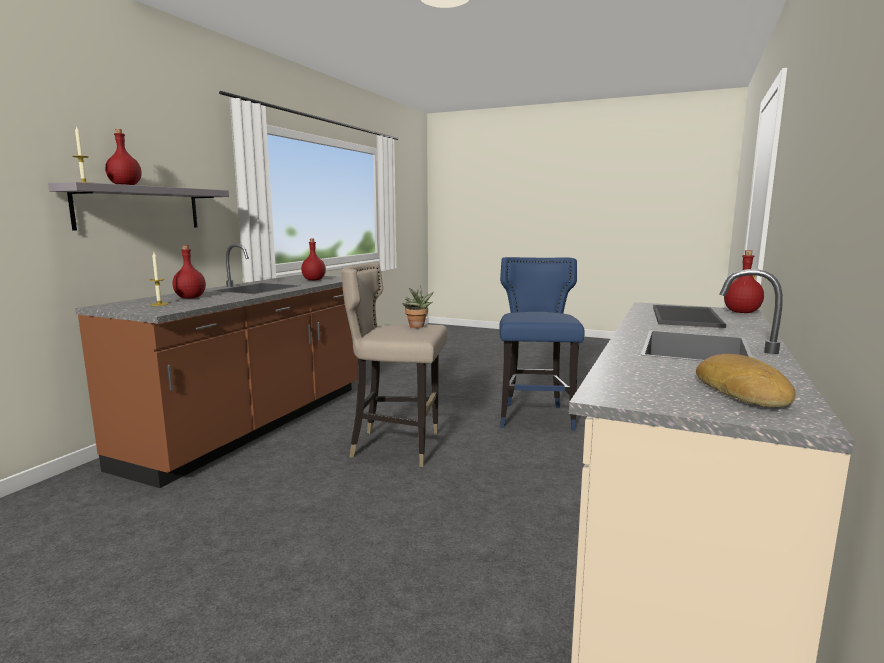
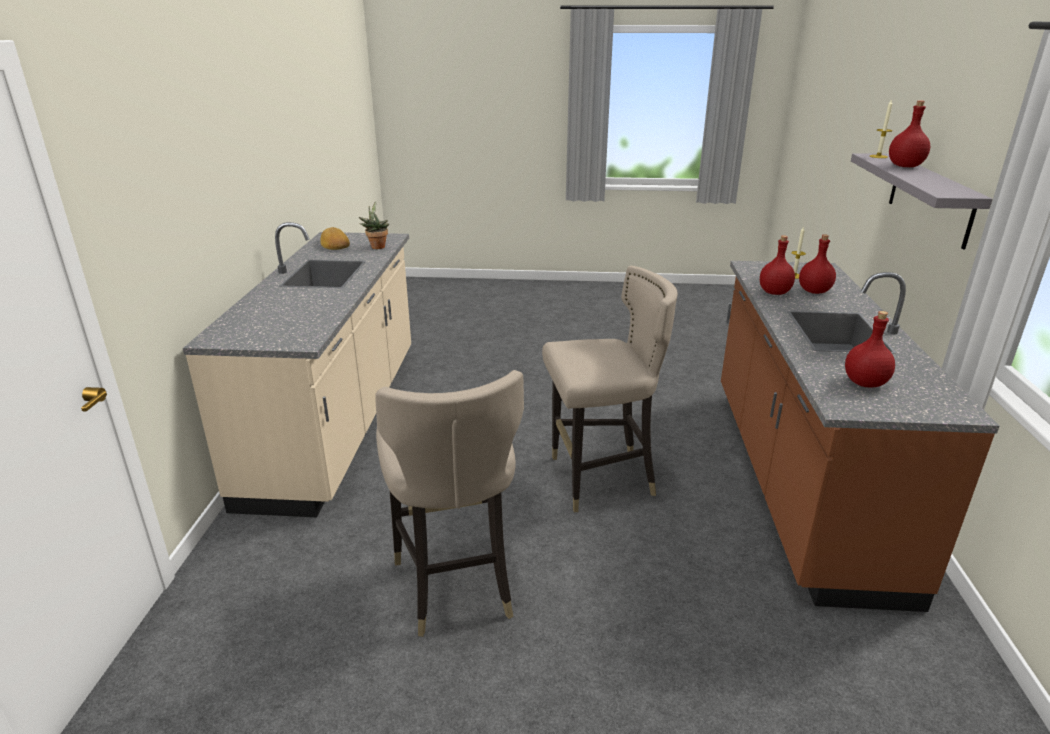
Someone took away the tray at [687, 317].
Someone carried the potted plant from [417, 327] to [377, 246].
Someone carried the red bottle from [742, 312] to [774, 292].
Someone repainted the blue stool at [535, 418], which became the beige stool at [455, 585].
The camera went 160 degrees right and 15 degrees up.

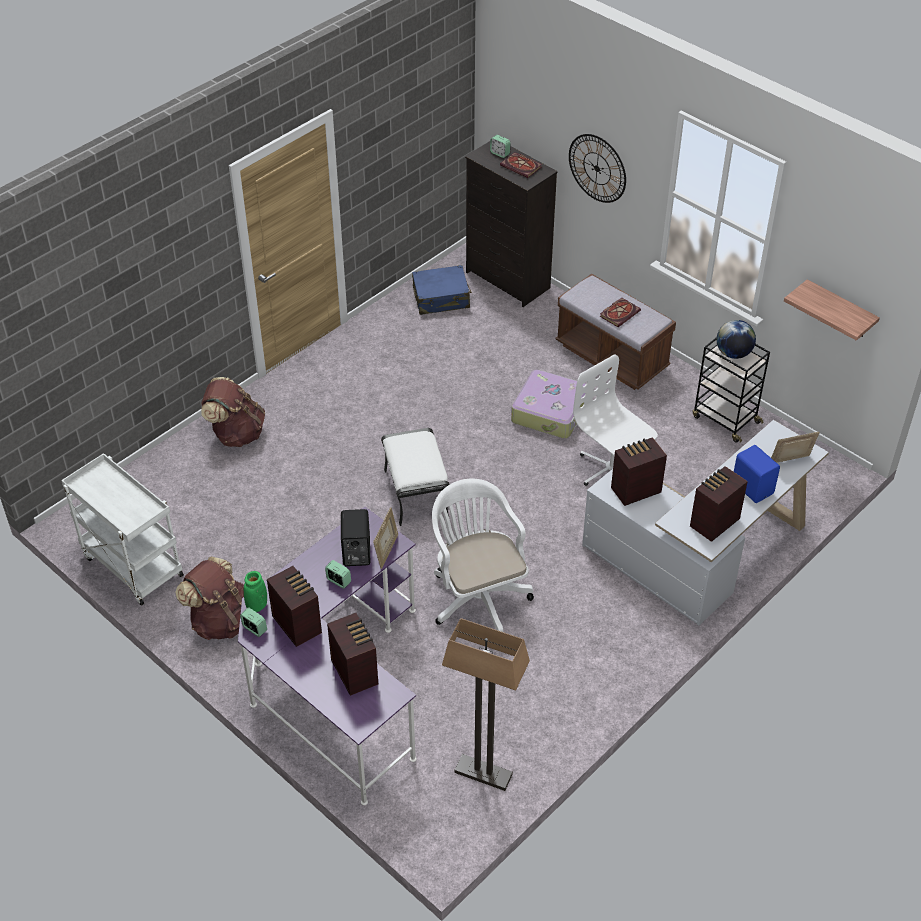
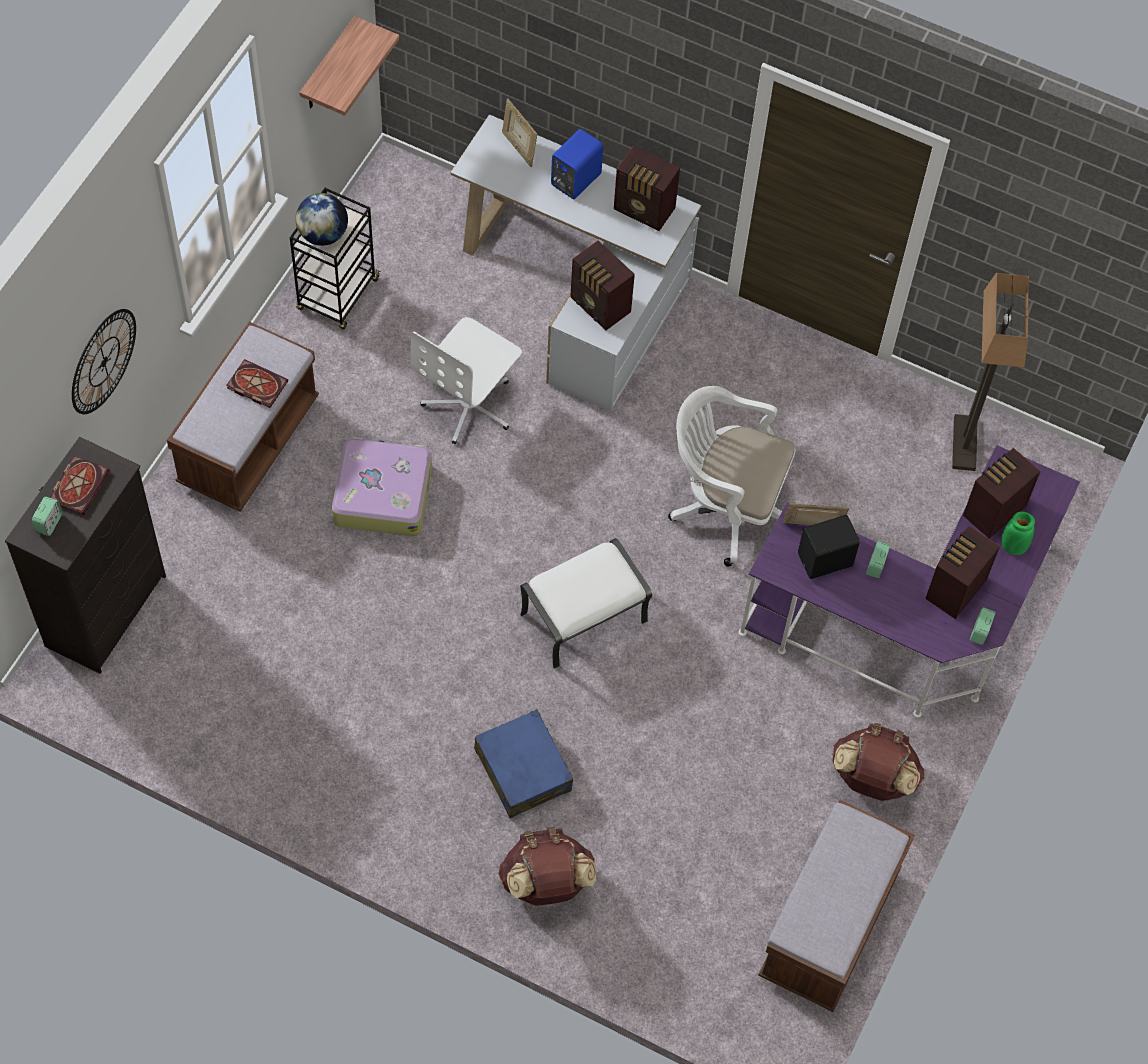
Someone carried the green vase from [257, 605] to [1013, 546].
Someone carried the blue suitcase from [441, 298] to [523, 770].
Someone swapped the white cart at [131, 566] for the brown bench at [829, 924].
Someone rotated the white office chair at [477, 595] by 60 degrees clockwise.
The camera went 110 degrees left and 15 degrees up.

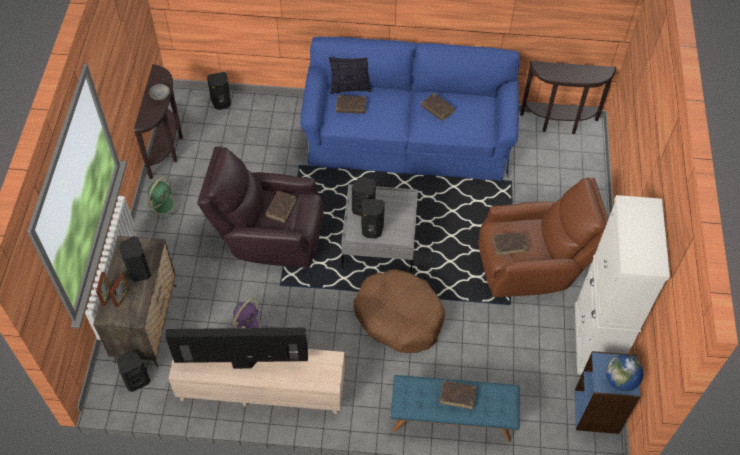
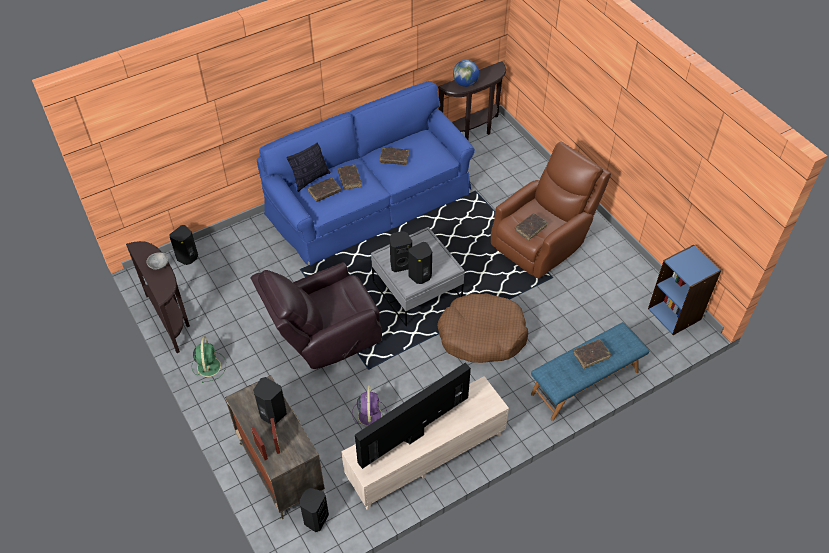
Someone took away the white cabinet at [595, 340].
Someone carried the brown book from [281, 208] to [349, 179].
Someone carried the globe from [620, 380] to [465, 83].
The camera went 35 degrees left and 5 degrees down.

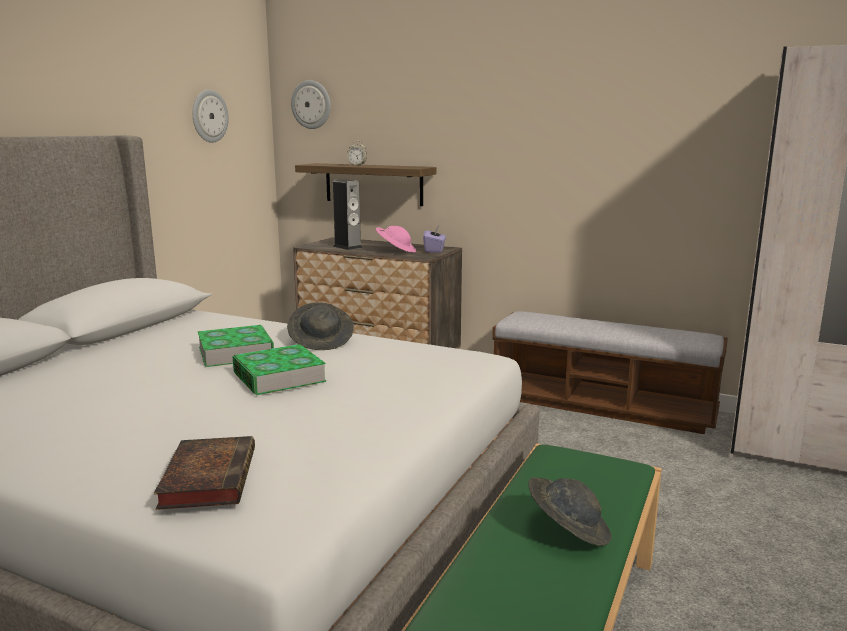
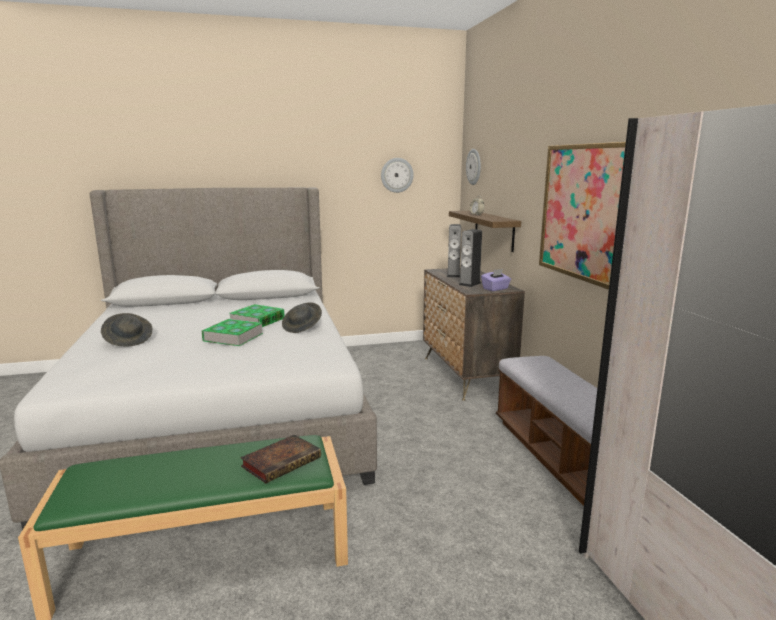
Someone put up the picture at [583, 212].
Someone carried the book from [208, 477] to [282, 461].
Someone carried the grey hat from [567, 530] to [129, 340].
Someone swapped the pink hat at [396, 251] for the speaker at [469, 284].
The camera went 50 degrees right and 0 degrees up.

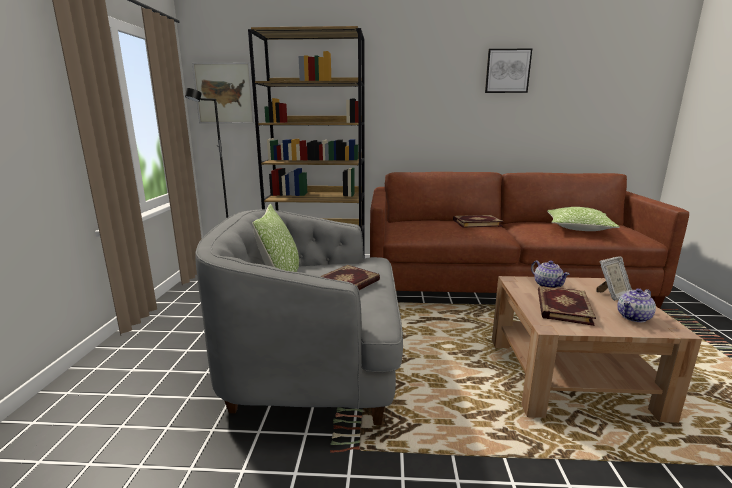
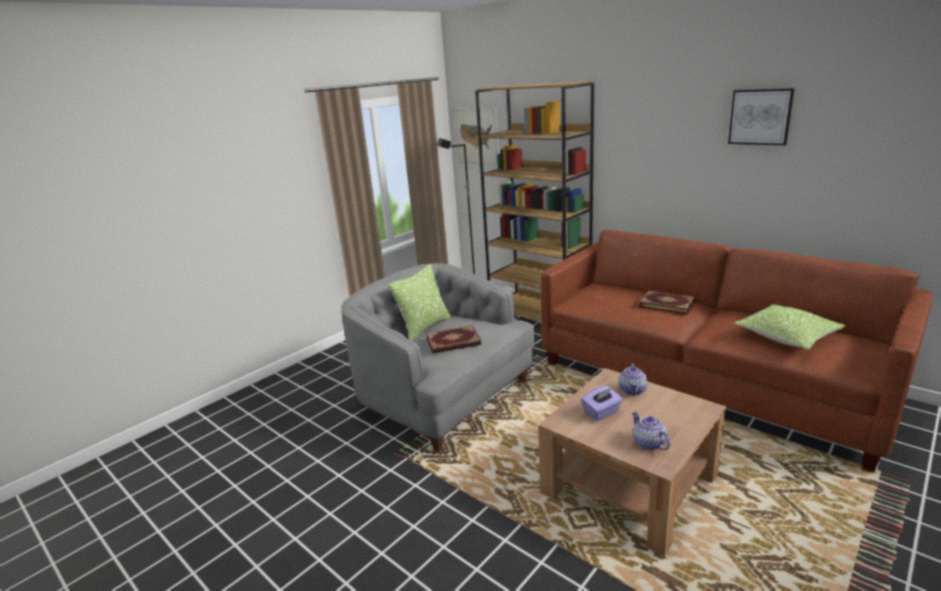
Someone took away the picture frame at [613, 295].
Someone swapped the book at [562, 307] for the purple tissue box at [602, 412].
Someone rotated the teapot at [634, 317] by 60 degrees clockwise.
The camera went 40 degrees right and 5 degrees up.

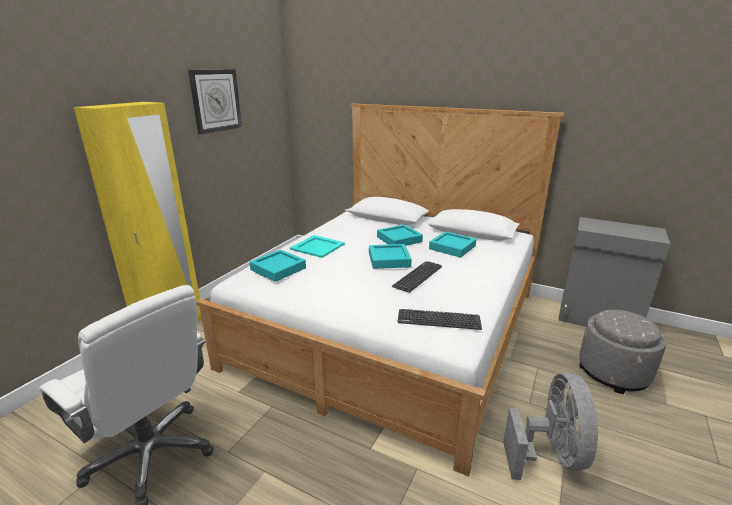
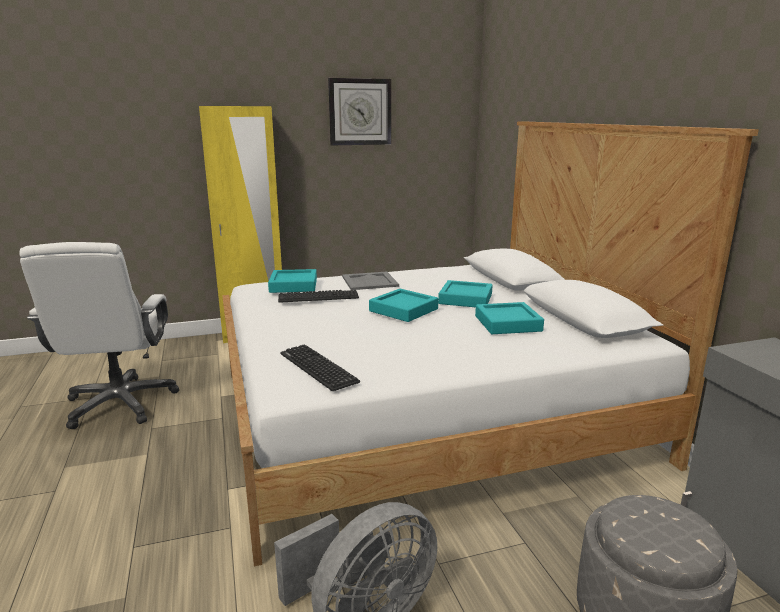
Someone carried the keyboard from [417, 276] to [318, 297].
Someone repainted the turquoise tray at [318, 246], which became the grey tray at [370, 281].
The camera went 45 degrees right and 5 degrees down.

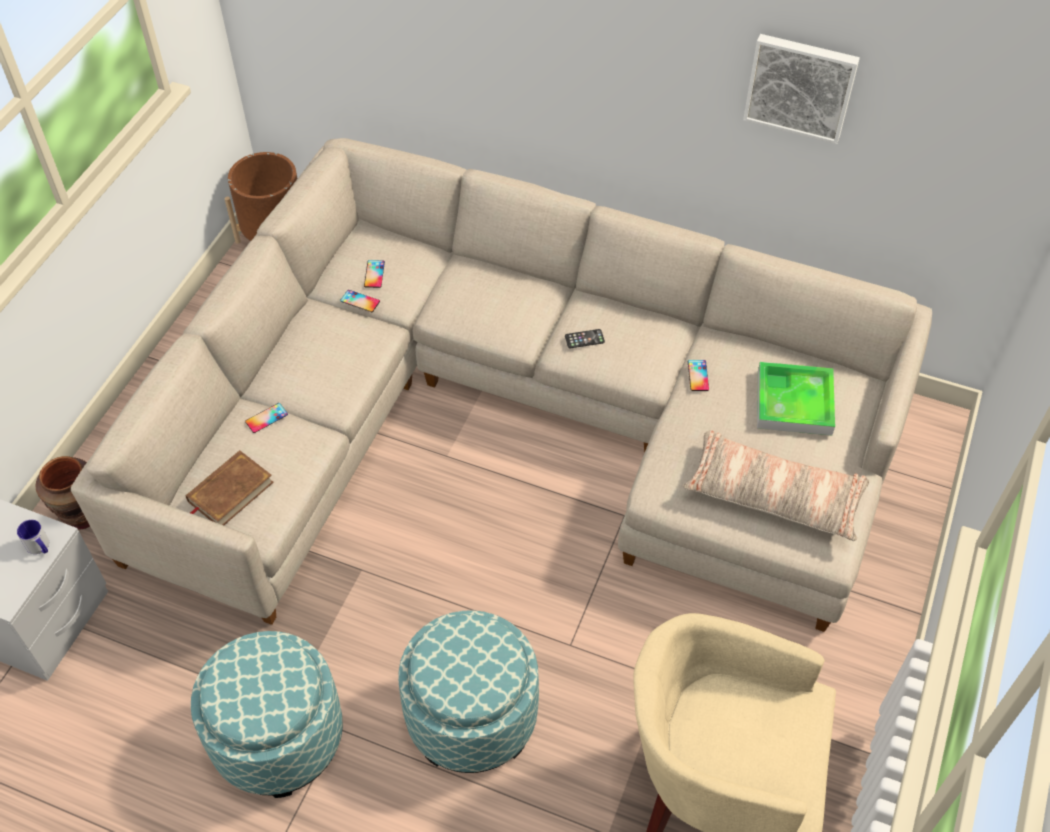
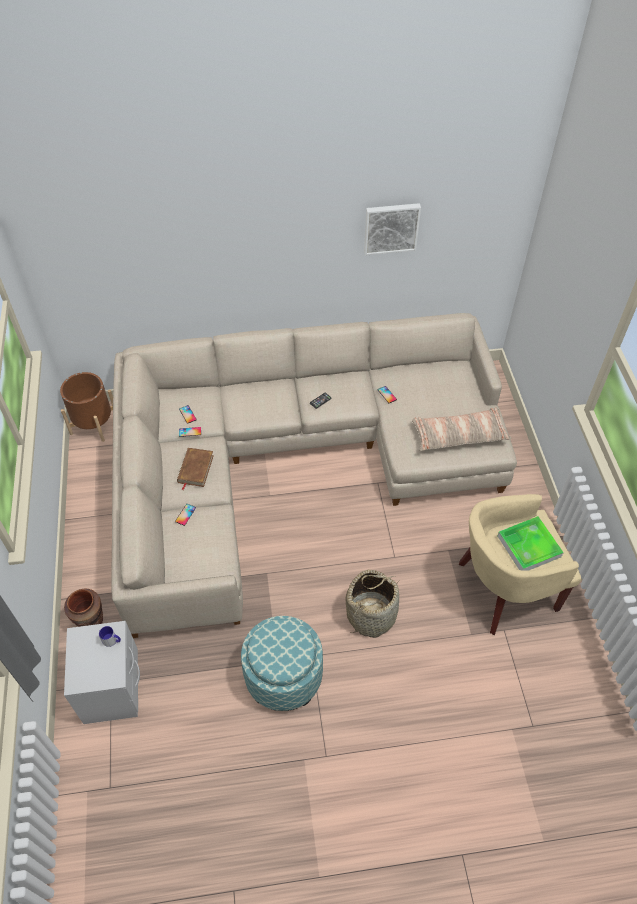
Someone carried the brown book from [230, 492] to [195, 469].
Someone carried the tray from [794, 402] to [529, 546].
Someone swapped the ottoman at [472, 716] for the basket at [371, 614].
The camera went 30 degrees left and 0 degrees up.

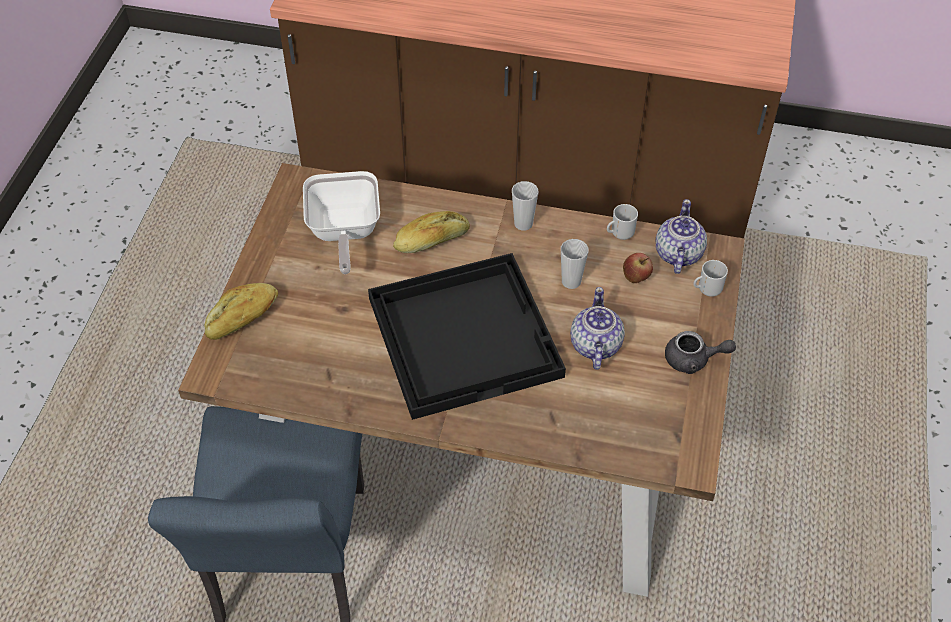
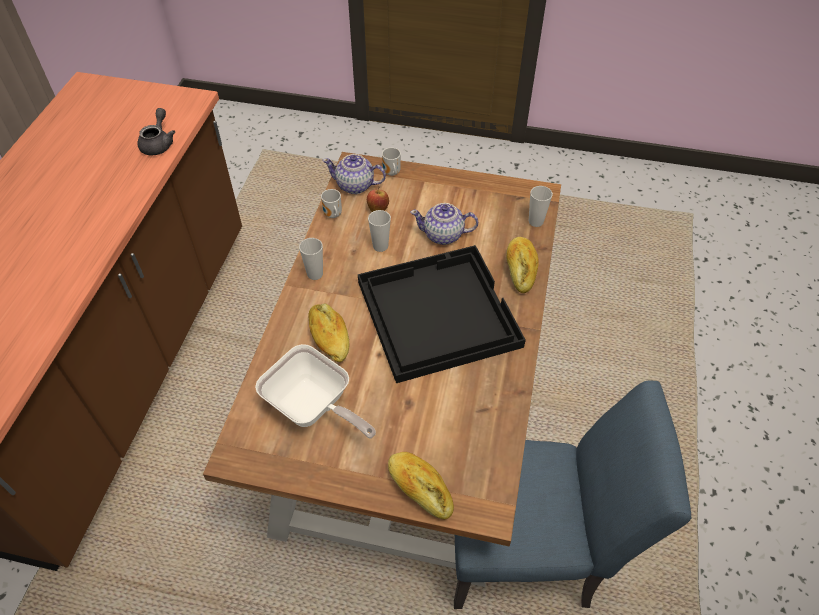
Someone put down the bread at [520, 269].
Someone put down the cup at [536, 221].
Someone carried the grey teapot from [693, 360] to [159, 143].
Someone rotated the frying pan at [343, 233] by 45 degrees clockwise.
The camera went 90 degrees left and 0 degrees up.

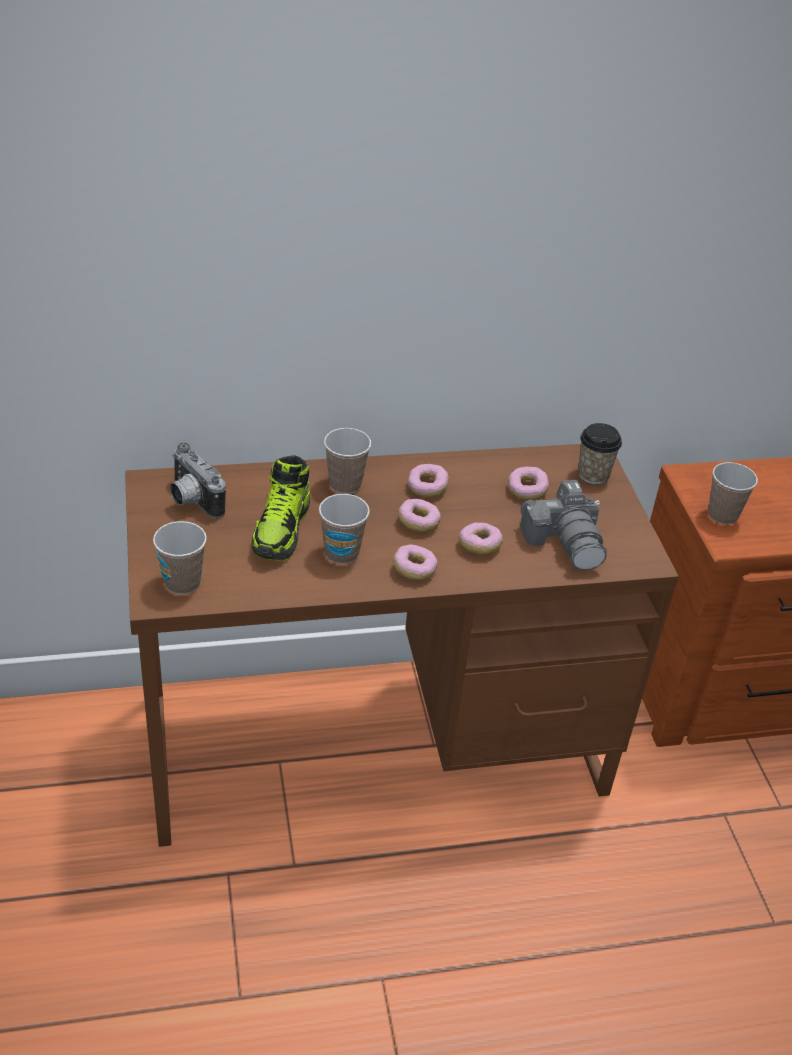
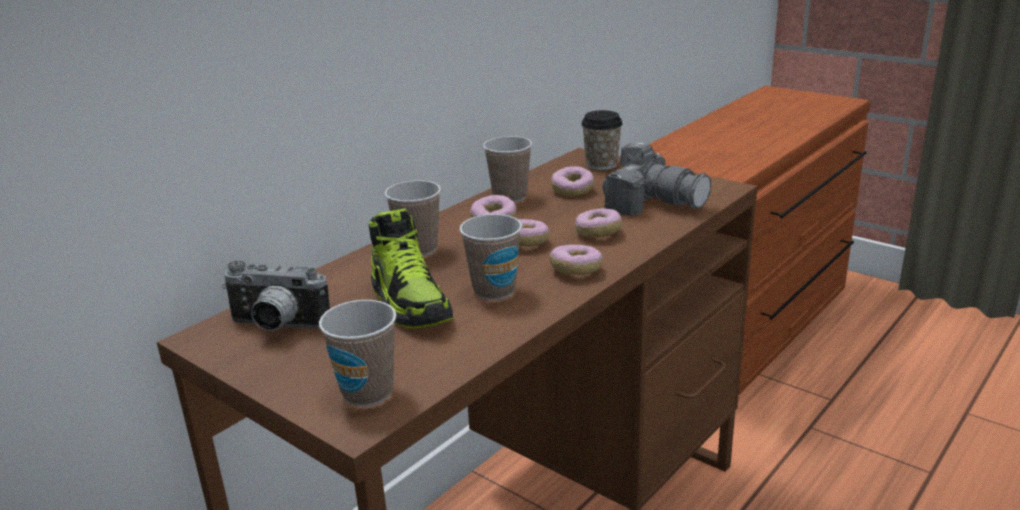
Someone carried the cup from [722, 515] to [510, 197].
The camera went 35 degrees left and 15 degrees down.

